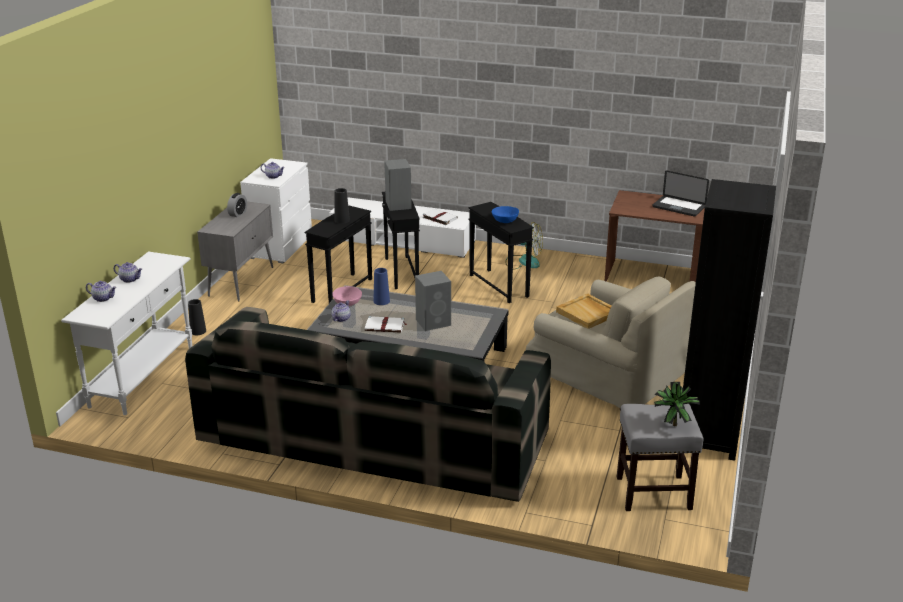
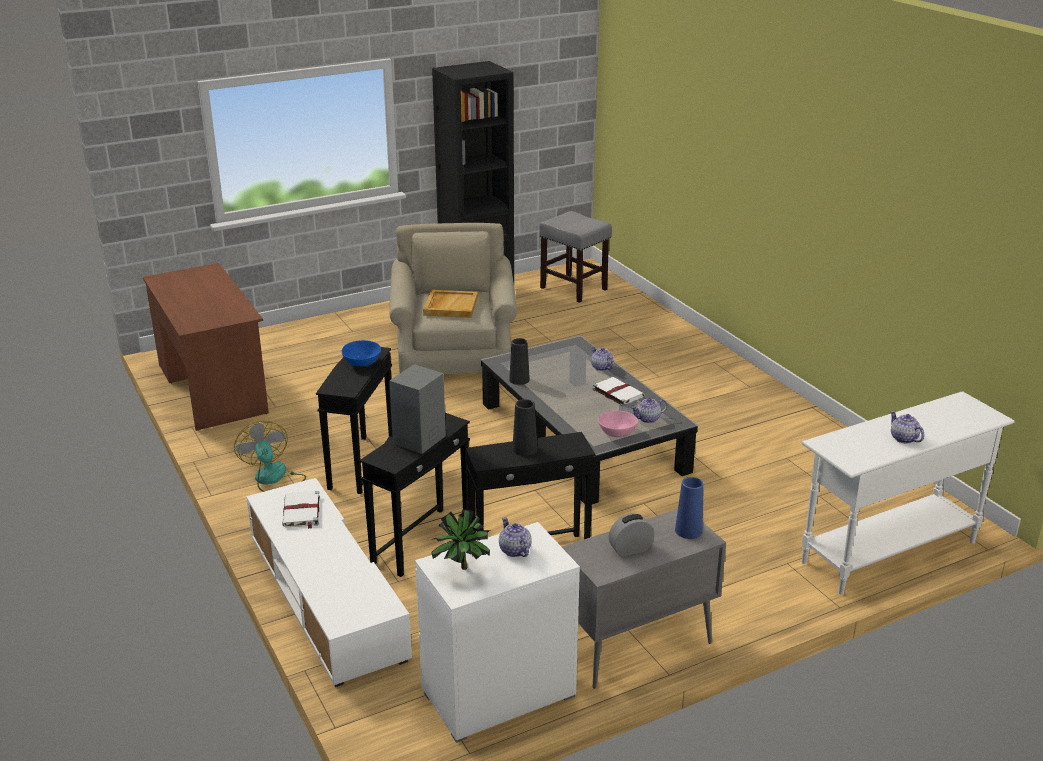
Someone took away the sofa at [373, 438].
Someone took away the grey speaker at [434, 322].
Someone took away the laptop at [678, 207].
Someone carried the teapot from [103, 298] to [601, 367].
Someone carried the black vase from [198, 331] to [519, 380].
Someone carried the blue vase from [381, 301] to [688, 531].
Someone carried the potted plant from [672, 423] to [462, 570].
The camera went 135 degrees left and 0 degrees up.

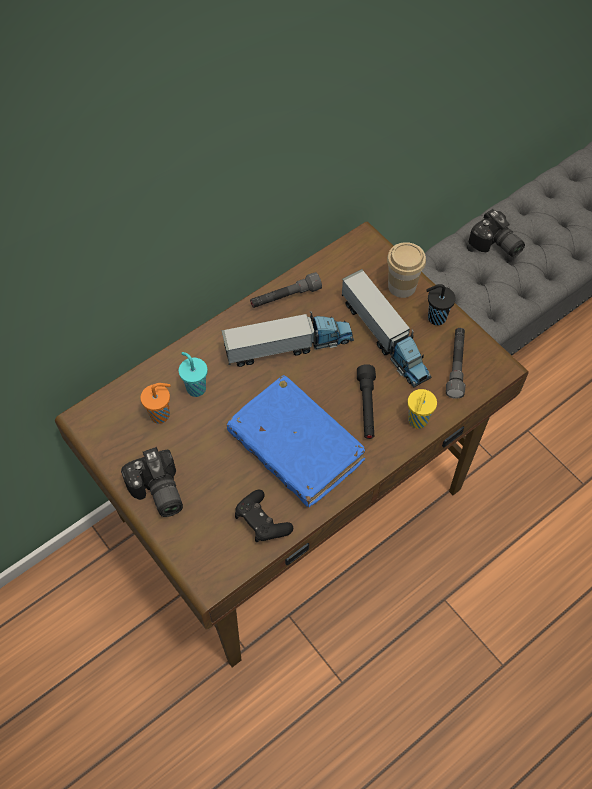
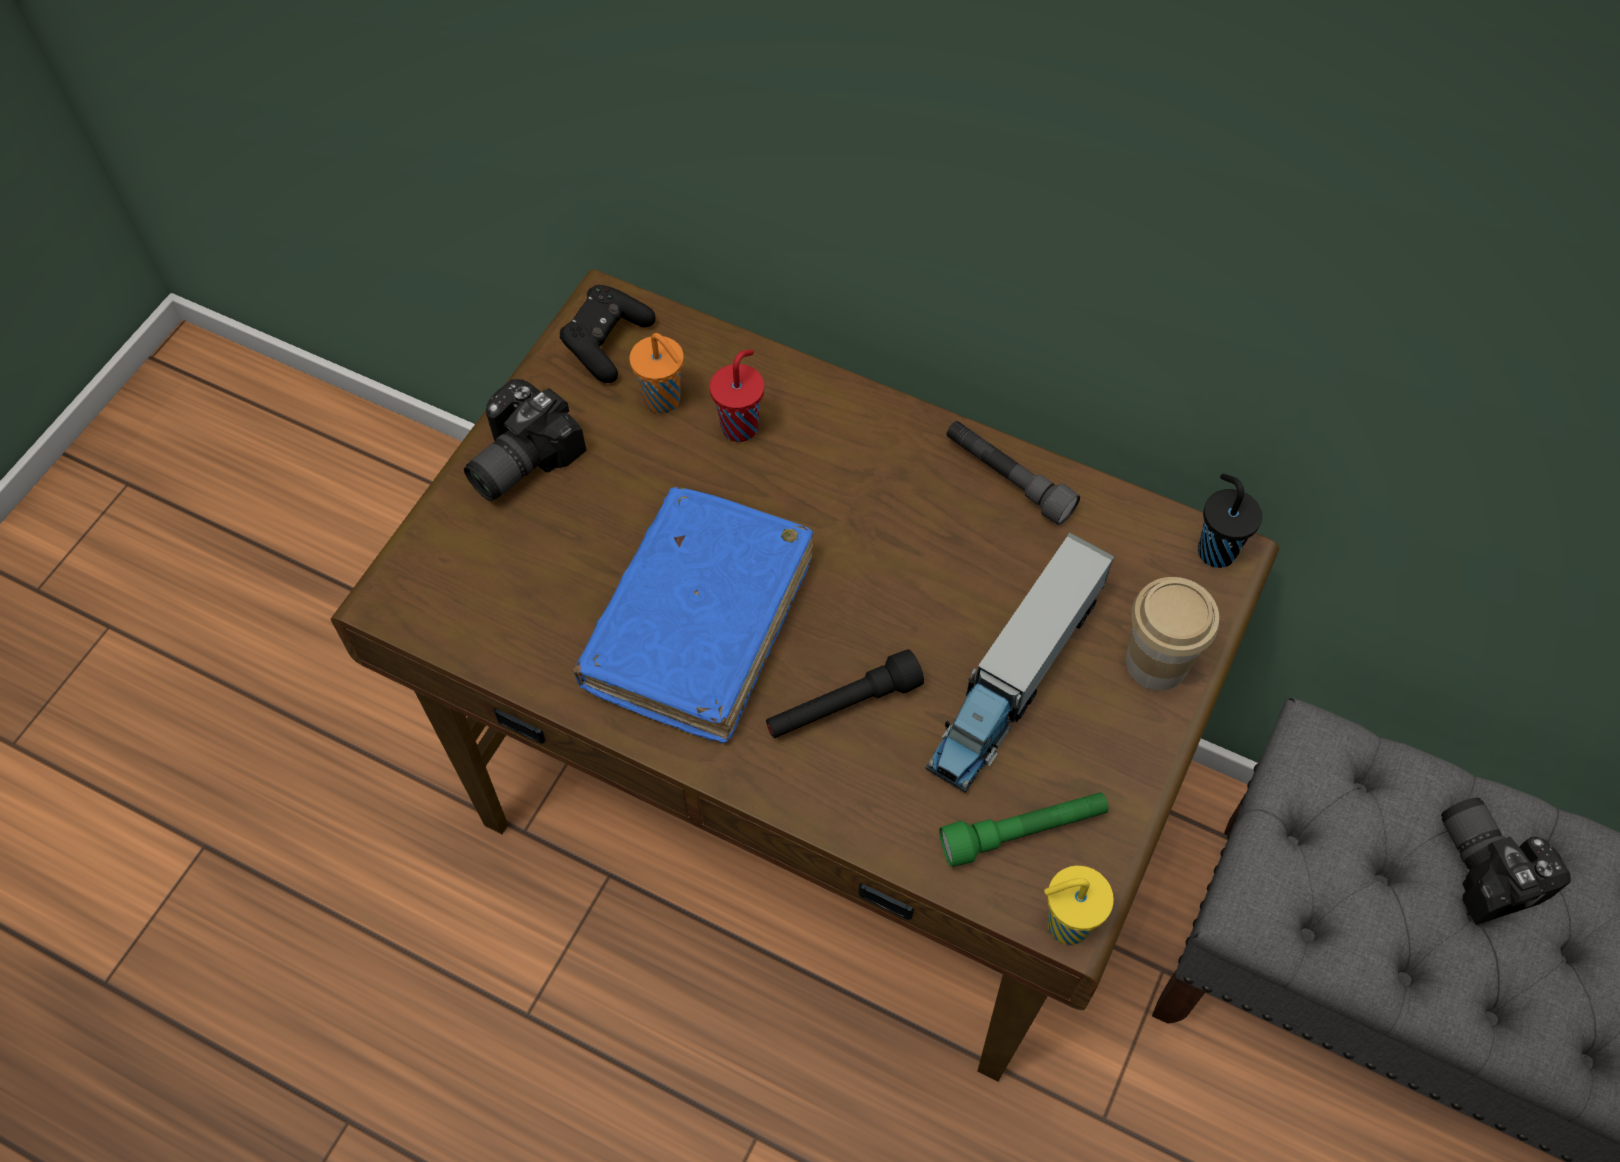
Someone took away the toy truck at [289, 346].
Someone carried the black game controller from [262, 522] to [606, 343].
Someone carried the yellow cup from [417, 421] to [1065, 924].
Someone carried the black cup from [435, 318] to [1215, 549].
Someone repainted the turquoise cup at [195, 387], which became the red cup at [741, 425].
Someone repainted the grey flashlight at [456, 366], which became the green flashlight at [1023, 832].
Someone rotated the photo camera at [495, 245] by 135 degrees clockwise.
The camera went 65 degrees right and 0 degrees up.

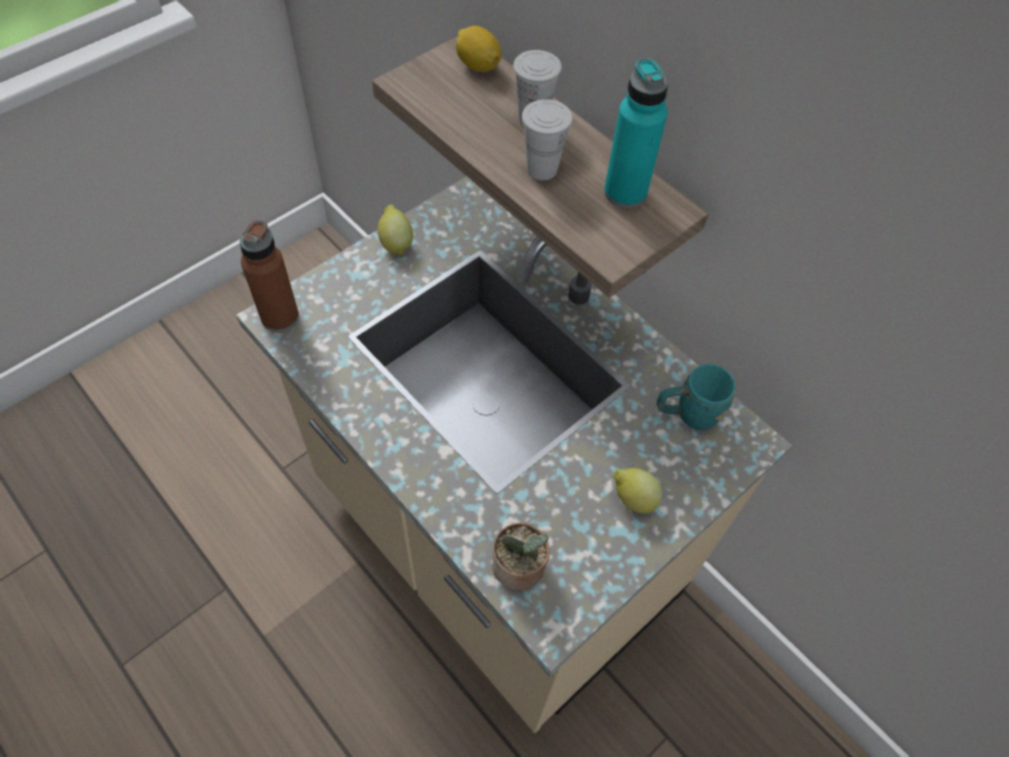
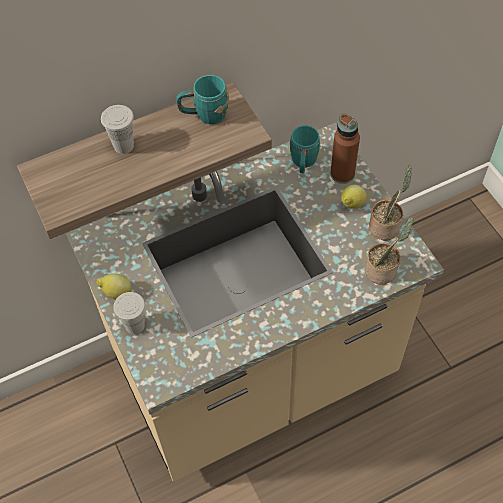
Someone took away the lemon at [478, 65].
Someone put down the potted plant at [386, 226].
Someone carried the brown bottle from [280, 317] to [342, 174].
Someone carried the white cup from [542, 169] to [135, 325].
Someone swapped the turquoise bottle at [625, 192] for the turquoise mug at [204, 115].
The camera went 70 degrees left and 0 degrees up.

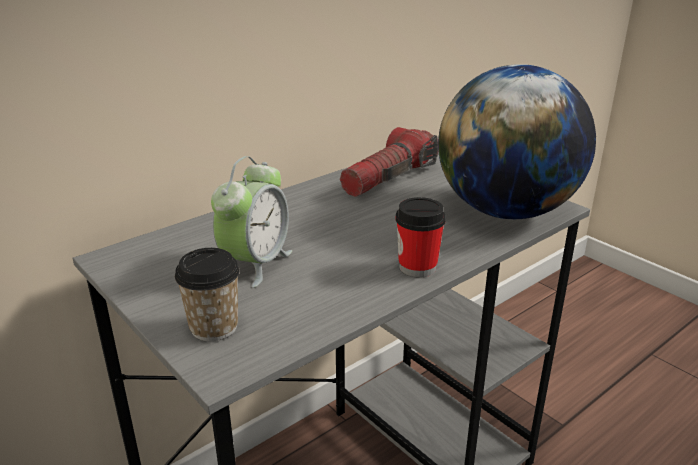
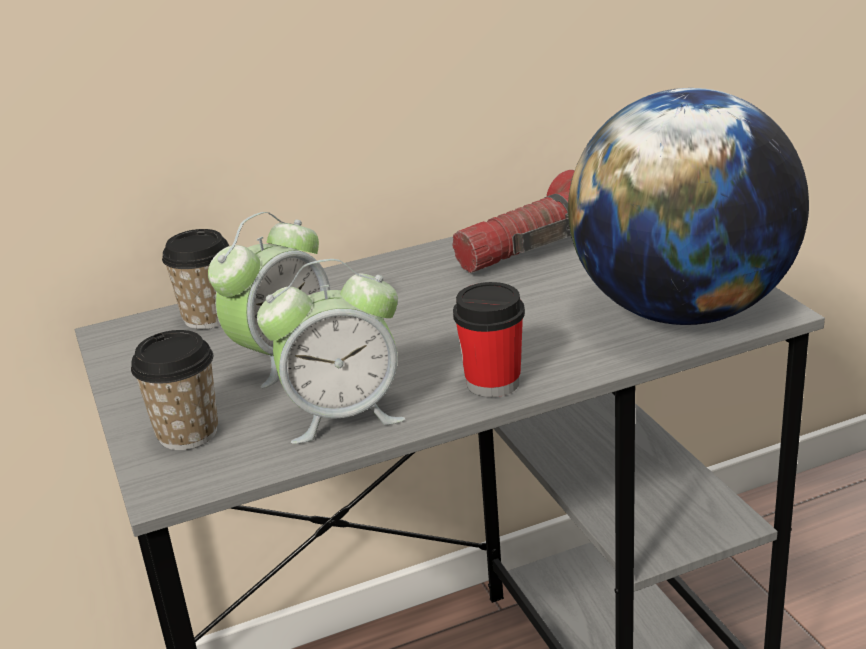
Someone put down the cup at [208, 317].
Someone put down the alarm clock at [343, 415].
The camera went 20 degrees right and 0 degrees up.

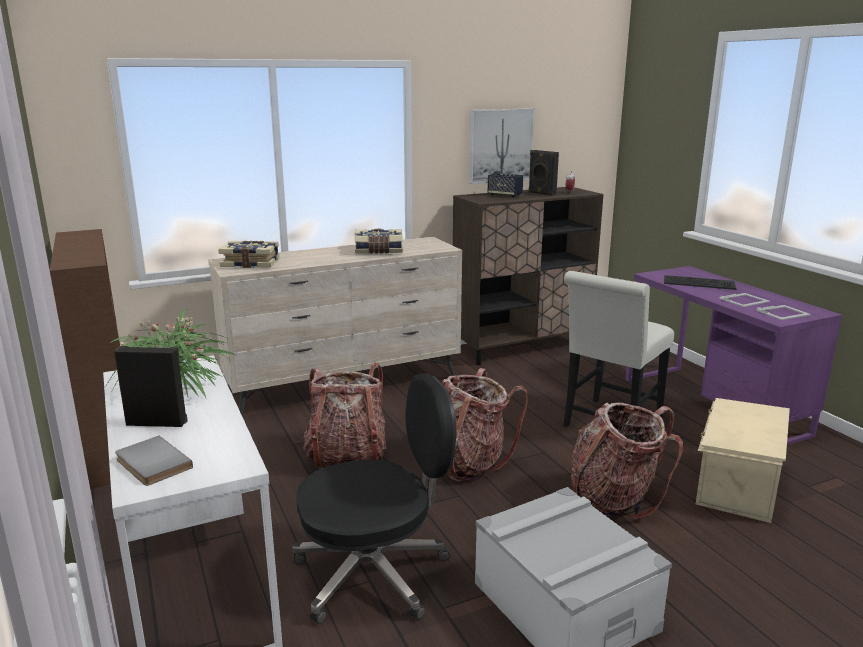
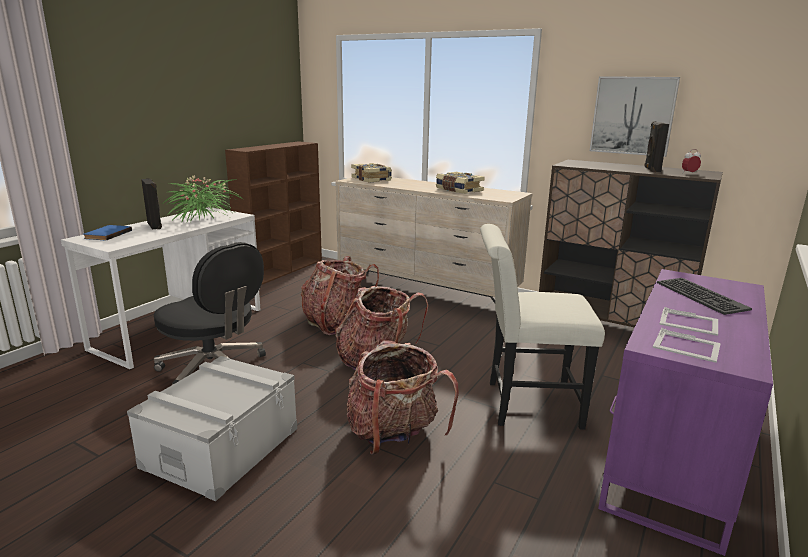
Someone took away the speaker at [504, 195].
Someone took away the beige storage box at [735, 485].
Someone repainted the grey book at [151, 464], which became the blue book at [107, 234].
The camera went 55 degrees right and 0 degrees up.

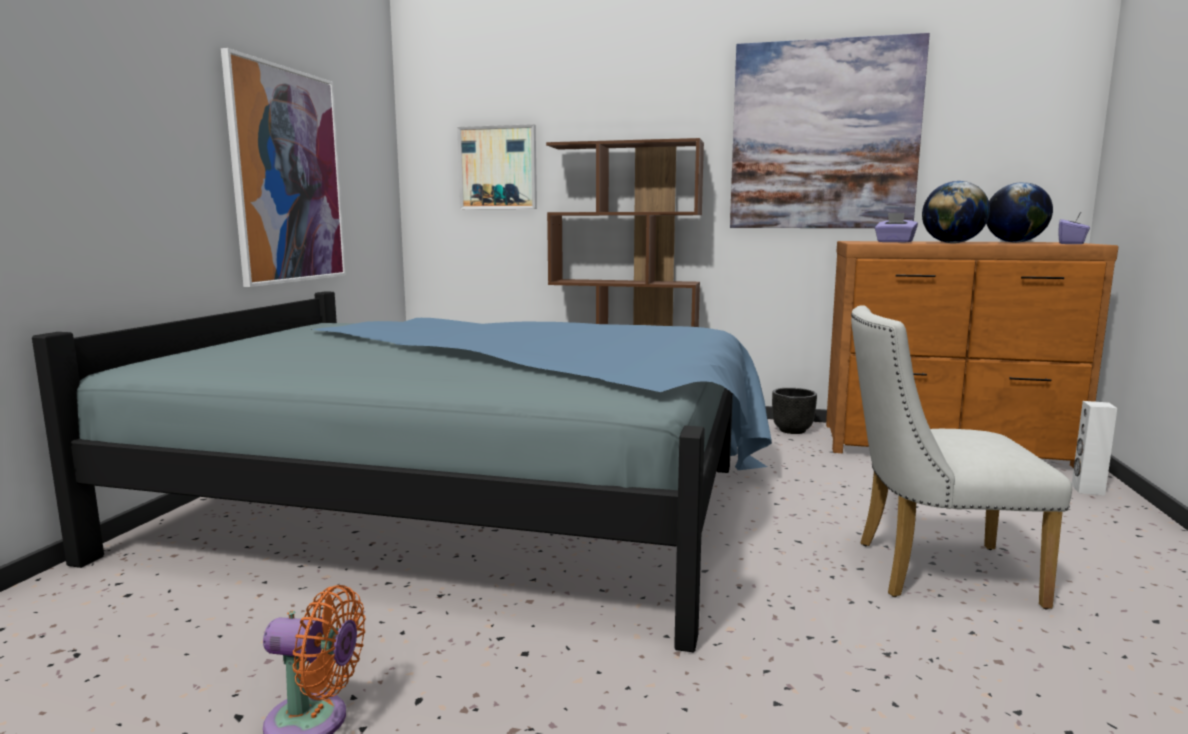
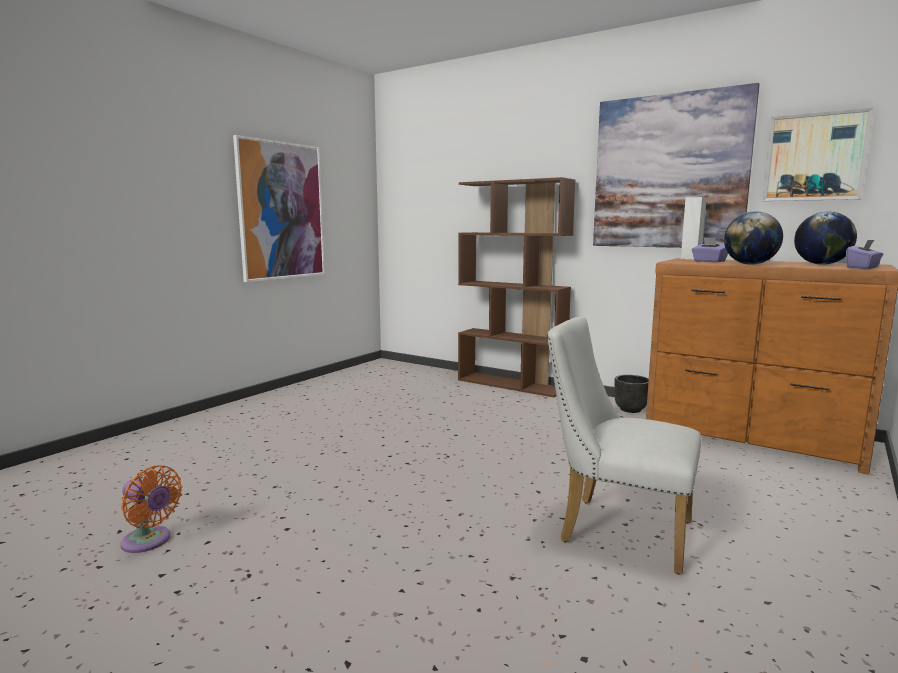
Someone took away the blue bed at [476, 502].
Someone carried the picture from [498, 168] to [815, 157].
Someone carried the white speaker from [1087, 490] to [690, 259].
The camera went 20 degrees right and 0 degrees up.

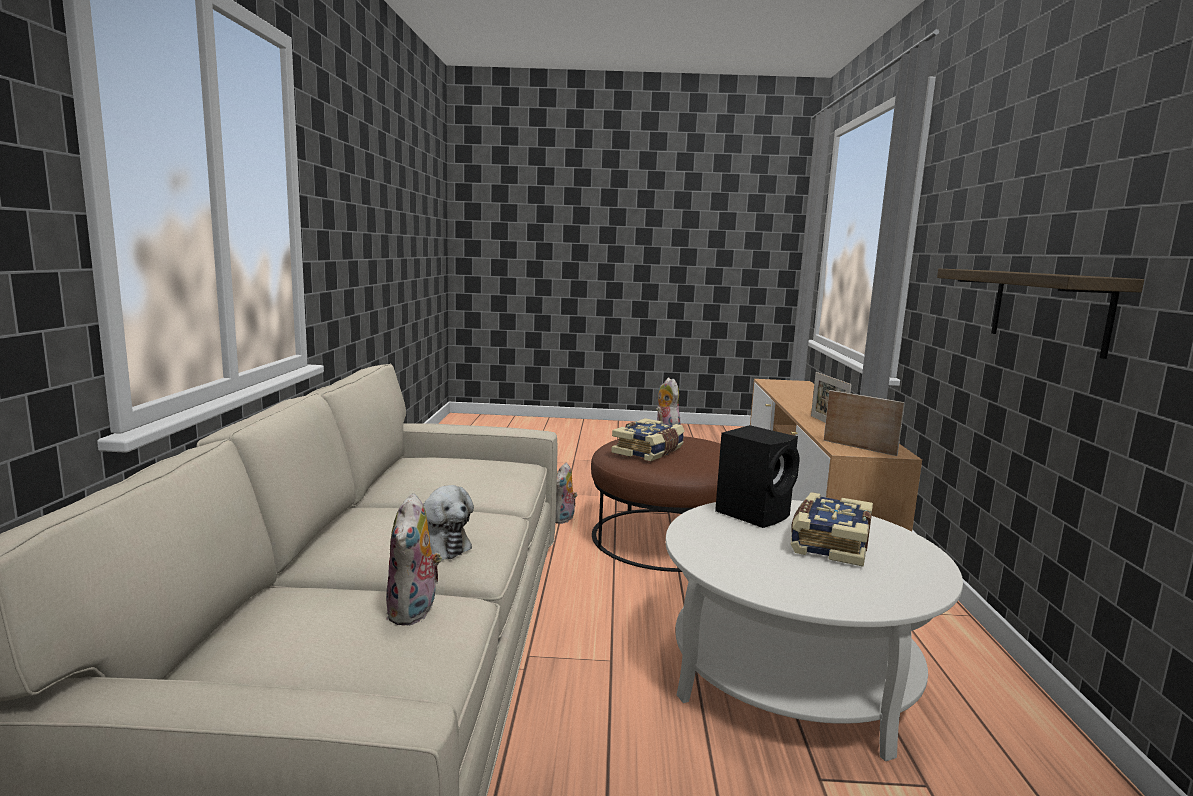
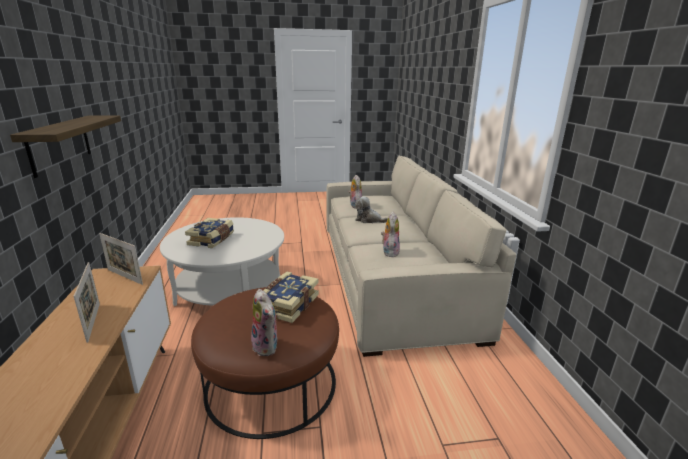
Someone took away the black speaker at [754, 513].
Someone carried the plush toy from [563, 519] to [389, 252].
The camera went 170 degrees right and 10 degrees up.

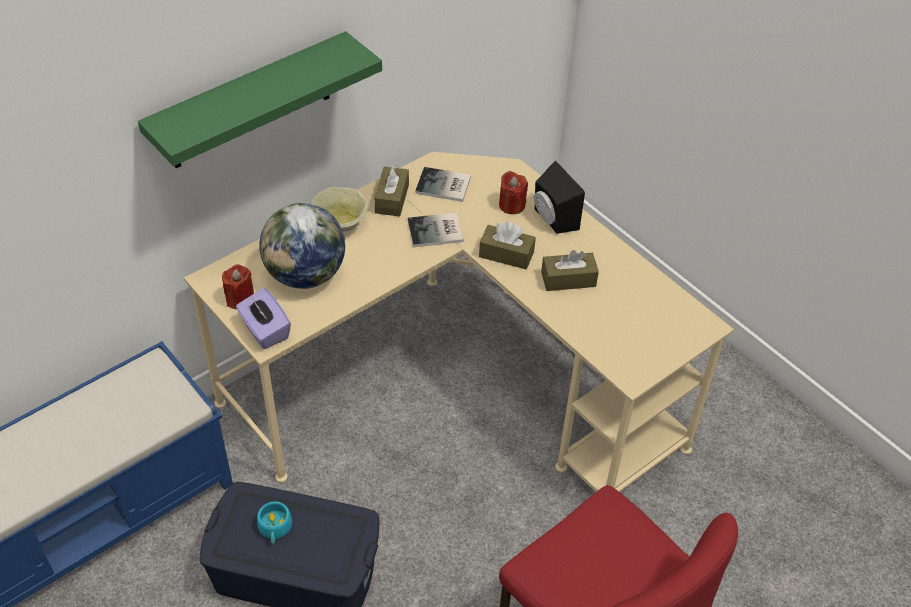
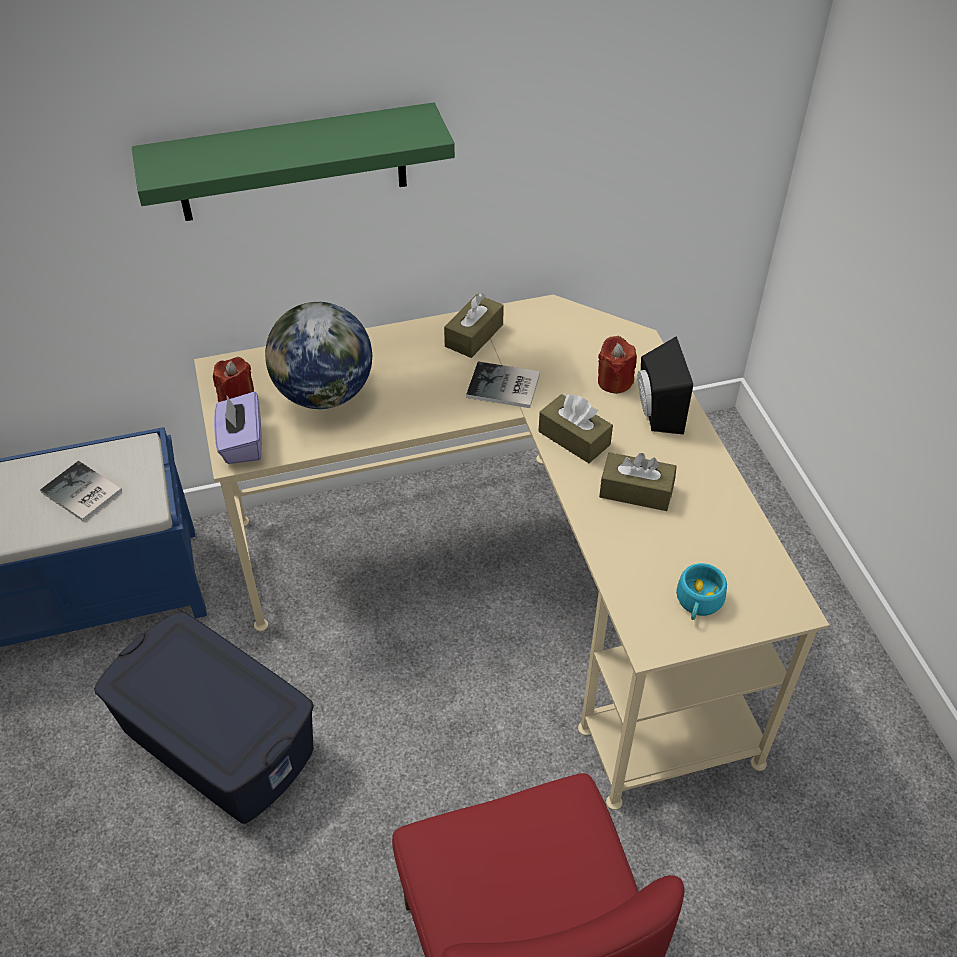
Someone took away the beige bowl at [340, 222].
Someone carried the turquoise cup from [275, 530] to [698, 603].
Someone carried the book from [444, 186] to [81, 494].
The camera went 25 degrees right and 0 degrees up.

